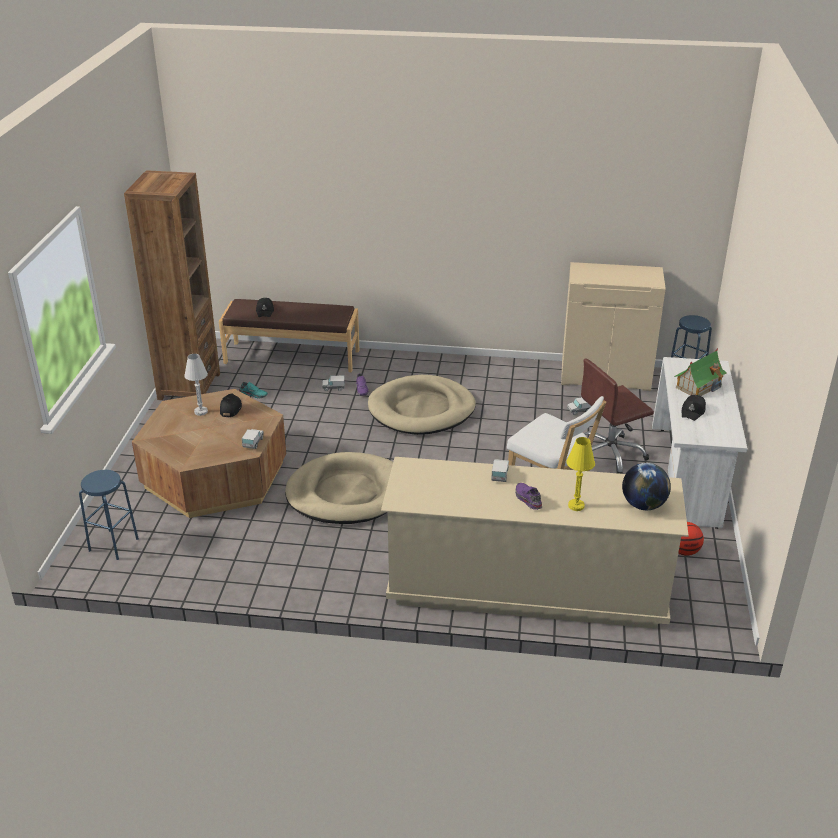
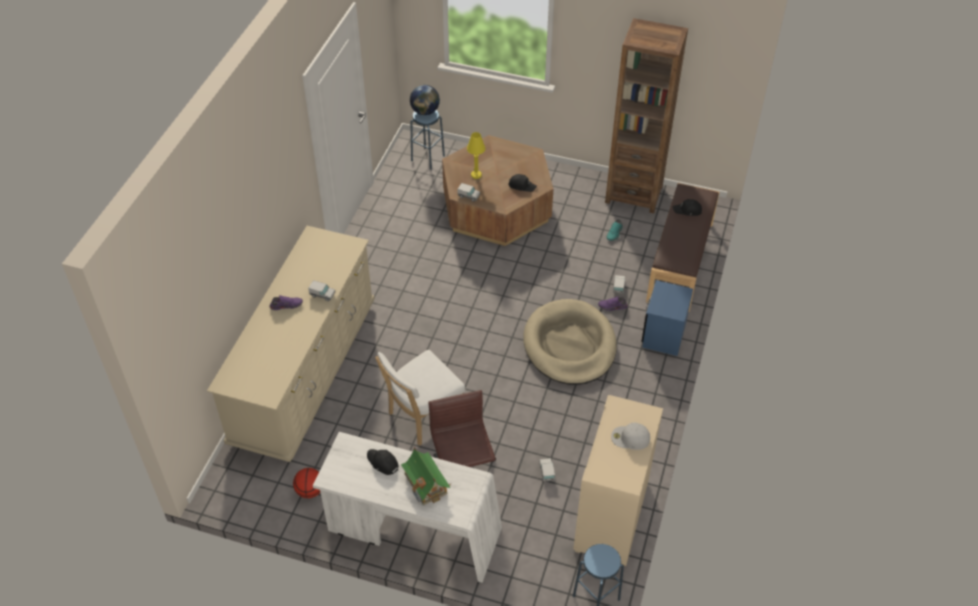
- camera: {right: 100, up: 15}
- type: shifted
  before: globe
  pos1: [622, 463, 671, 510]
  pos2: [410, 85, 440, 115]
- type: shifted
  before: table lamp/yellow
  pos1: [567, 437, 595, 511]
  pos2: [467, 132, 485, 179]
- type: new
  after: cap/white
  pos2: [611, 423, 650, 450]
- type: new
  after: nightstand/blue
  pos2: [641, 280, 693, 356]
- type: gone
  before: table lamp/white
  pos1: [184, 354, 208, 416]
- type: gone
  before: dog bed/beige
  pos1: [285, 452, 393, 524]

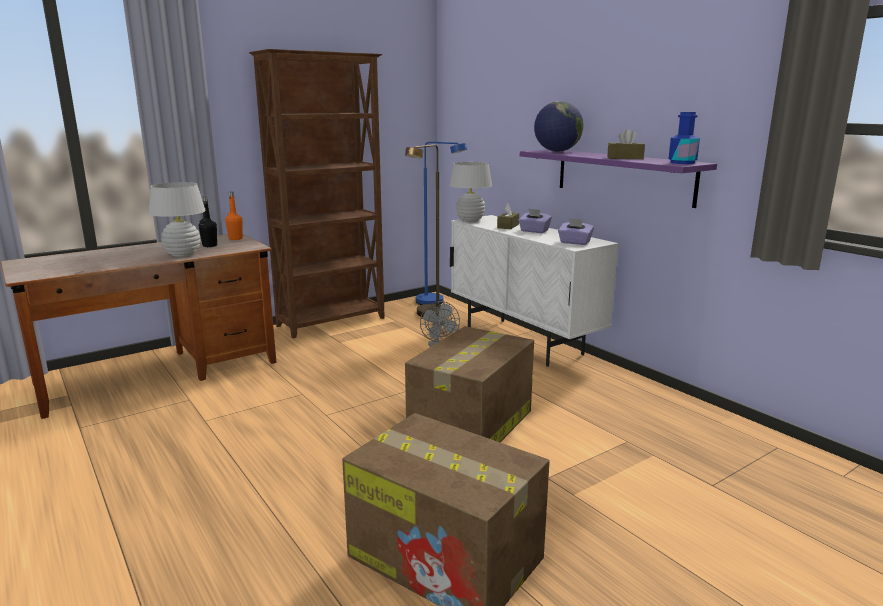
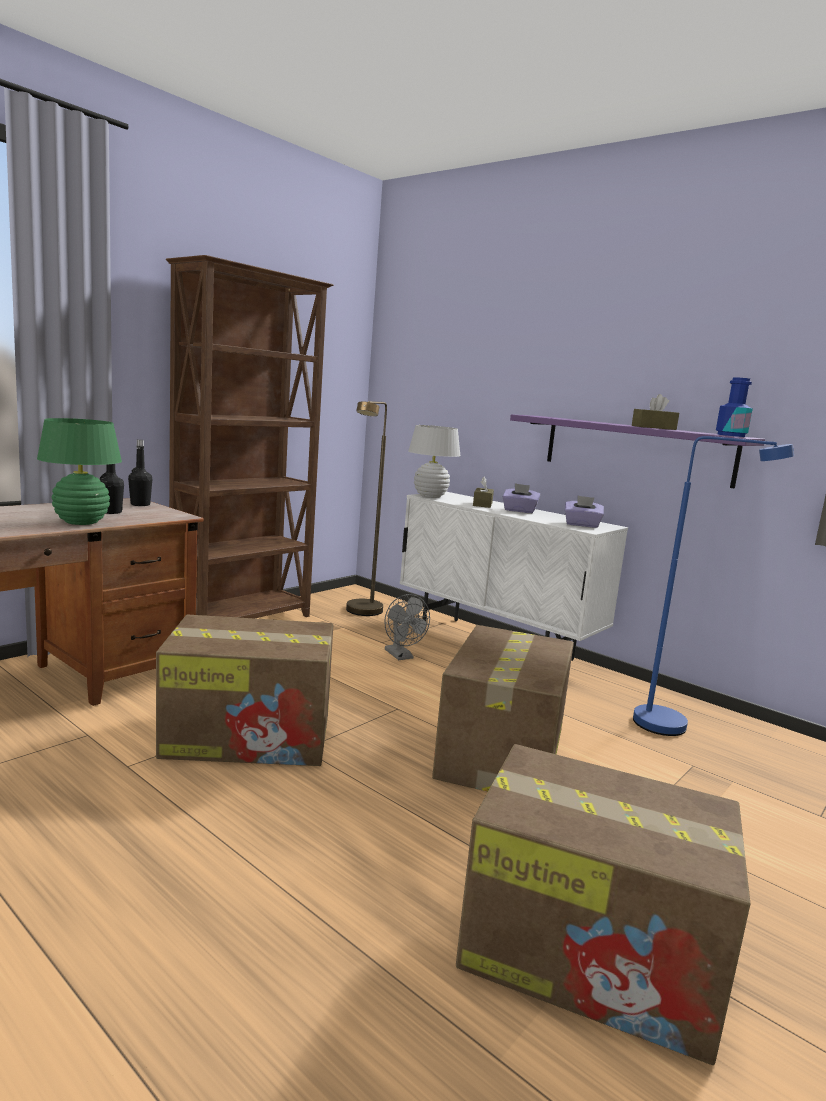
- camera: {right: -15, up: -5}
- type: repainted
  before: table lamp/white
  after: table lamp/green
  pos1: [148, 182, 206, 257]
  pos2: [37, 418, 122, 525]
- type: repainted
  before: bottle/orange
  after: bottle/black
  pos1: [225, 192, 243, 240]
  pos2: [128, 440, 152, 506]
- type: new
  after: cardboard box
  pos2: [156, 614, 333, 766]
- type: shifted
  before: floor lamp/blue
  pos1: [416, 142, 467, 305]
  pos2: [633, 436, 794, 736]
- type: gone
  before: globe
  pos1: [534, 101, 583, 152]

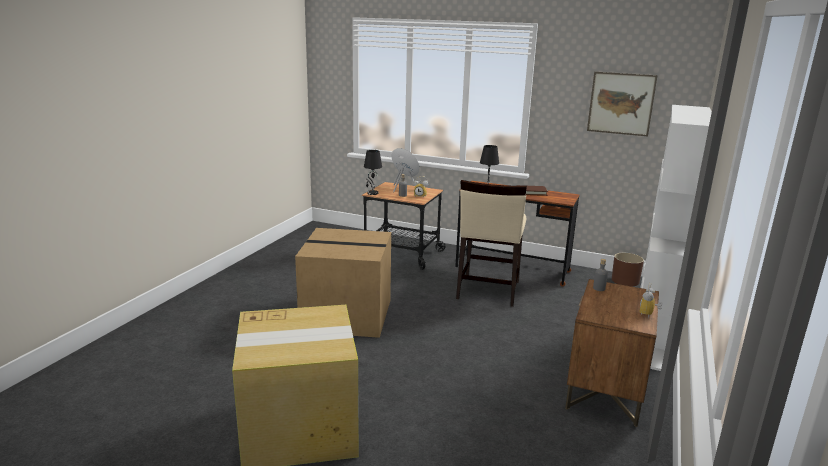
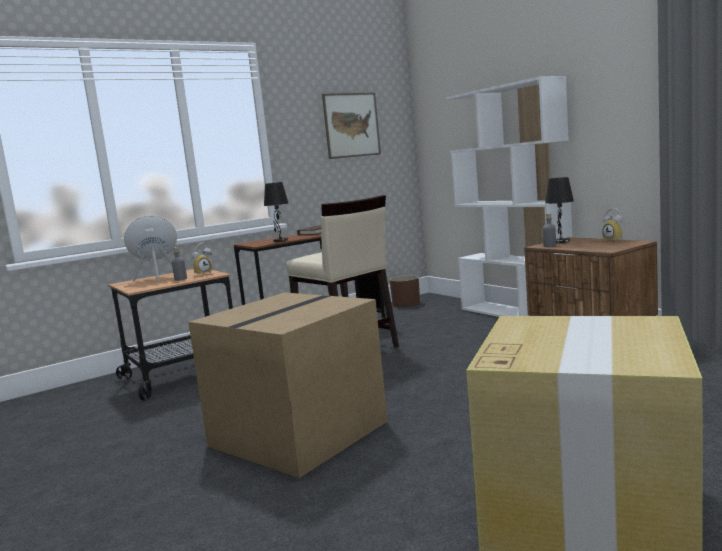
- camera: {right: -55, up: -10}
- type: shifted
  before: table lamp/black
  pos1: [364, 150, 382, 195]
  pos2: [545, 177, 574, 244]

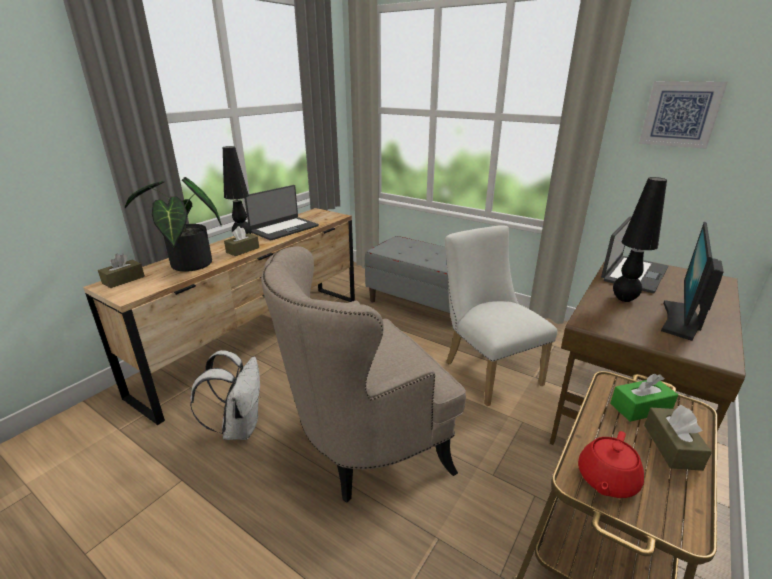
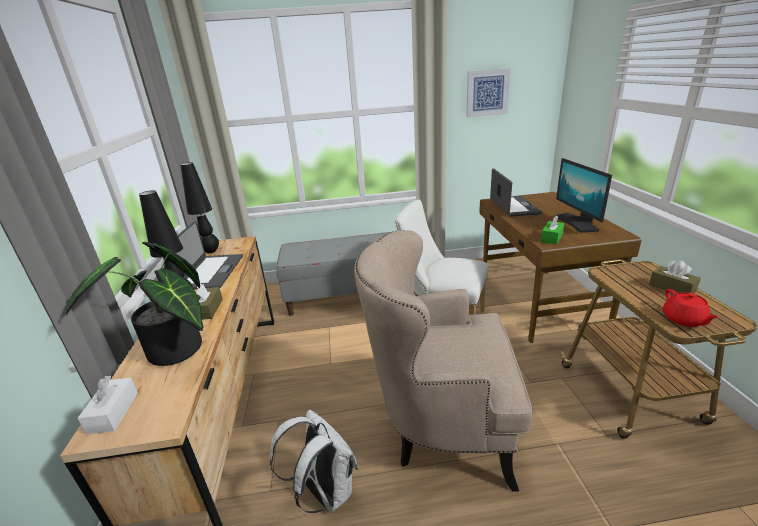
- camera: {right: -40, up: 0}
- type: repainted
  before: tissue box/brown
  after: tissue box/white
  pos1: [98, 253, 145, 288]
  pos2: [78, 376, 138, 434]
- type: shifted
  before: table lamp/black
  pos1: [613, 177, 667, 302]
  pos2: [180, 162, 219, 253]
- type: rotated
  before: armchair/beige
  pos1: [261, 246, 466, 503]
  pos2: [354, 230, 532, 492]
  turn: 75
- type: shifted
  before: tissue box/green
  pos1: [610, 374, 678, 422]
  pos2: [541, 215, 564, 245]

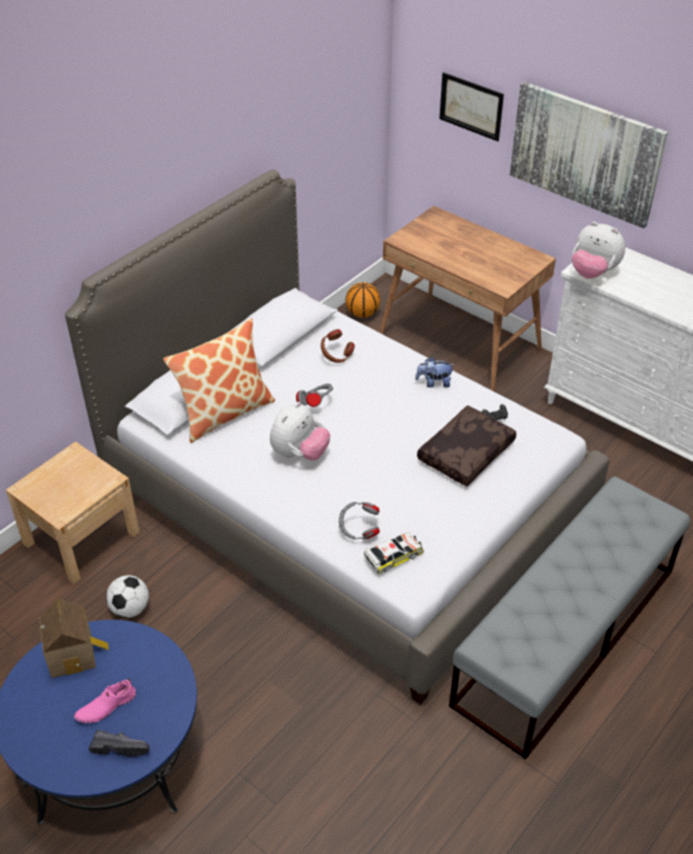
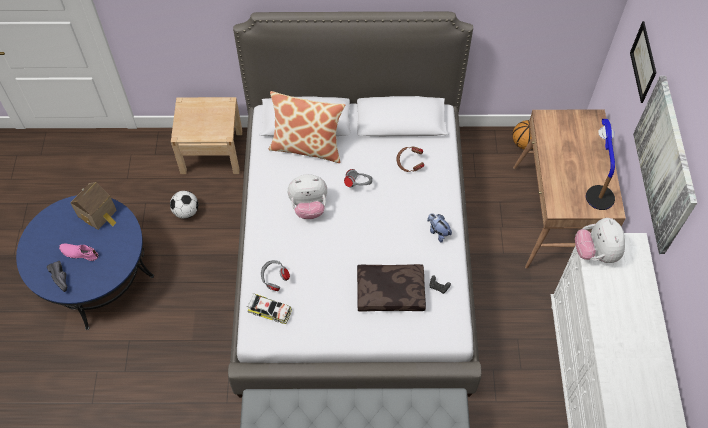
- camera: {right: 50, up: 15}
- type: new
  after: table lamp
  pos2: [586, 119, 615, 210]

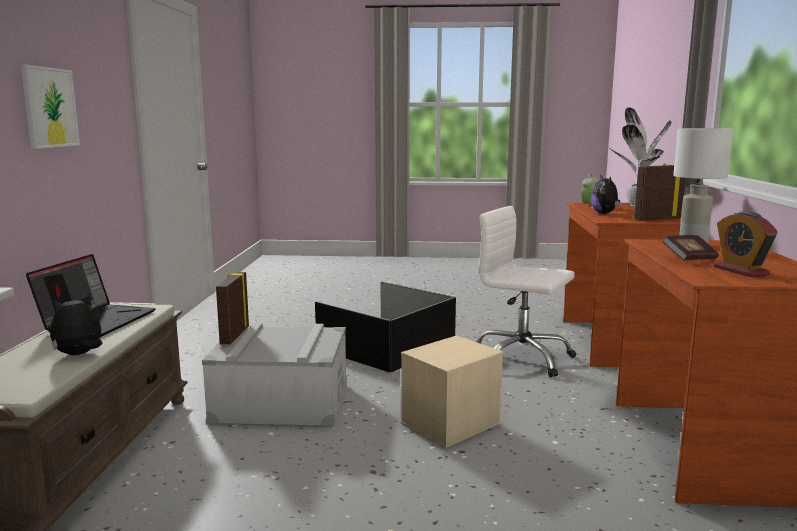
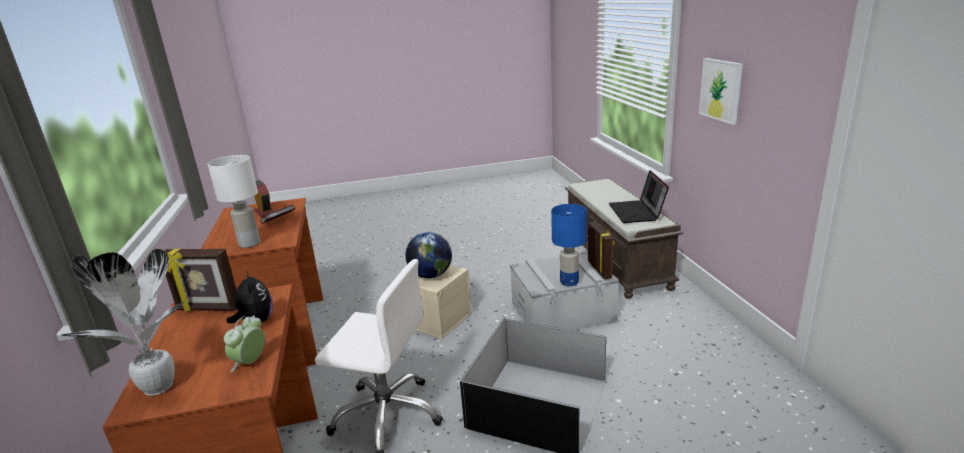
- camera: {right: 165, up: 10}
- type: rotated
  before: picture frame
  pos1: [634, 163, 685, 220]
  pos2: [164, 249, 237, 311]
  turn: 45
- type: new
  after: globe
  pos2: [405, 232, 452, 278]
- type: new
  after: table lamp/blue
  pos2: [551, 204, 587, 286]
- type: gone
  before: plush toy
  pos1: [50, 293, 103, 355]

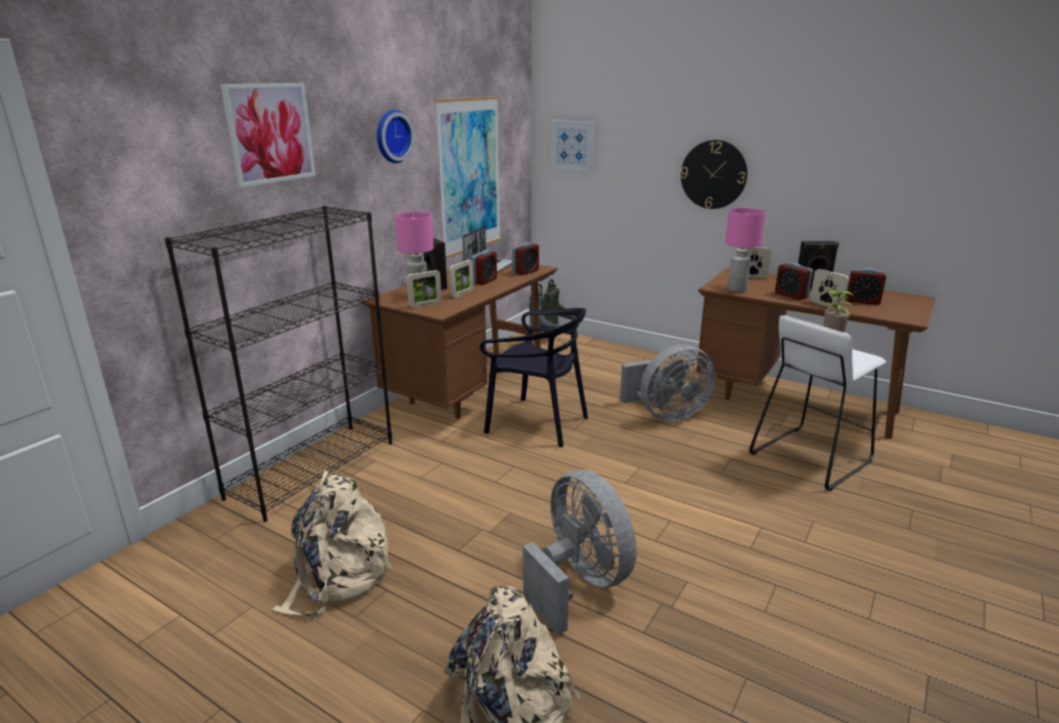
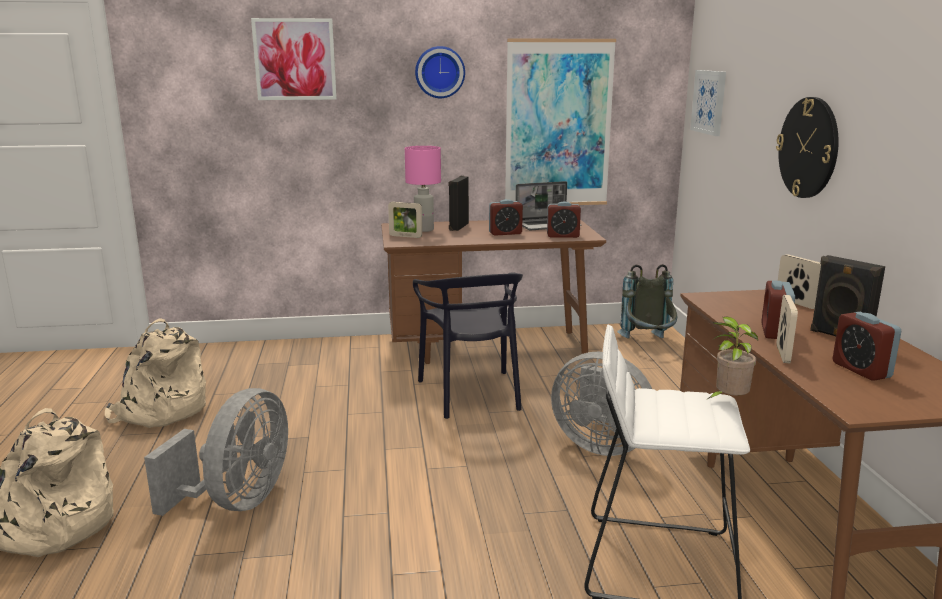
- camera: {right: 50, up: -5}
- type: gone
  before: bookcase/black
  pos1: [165, 206, 392, 522]
- type: gone
  before: picture frame
  pos1: [449, 260, 474, 298]
- type: gone
  before: table lamp/pink
  pos1: [725, 208, 766, 292]

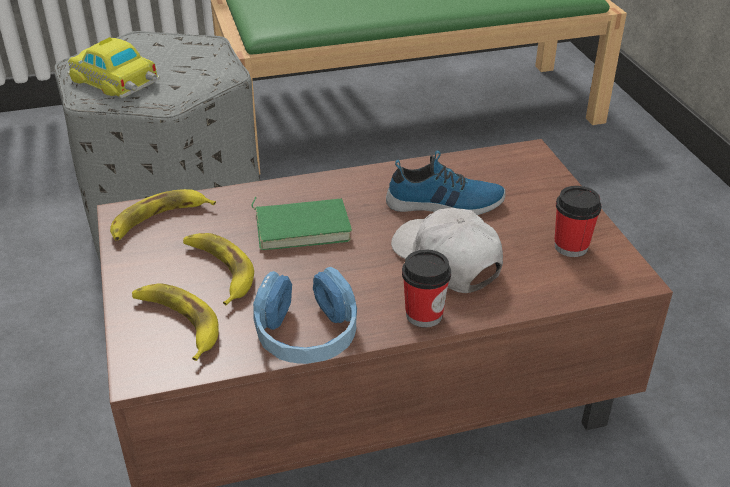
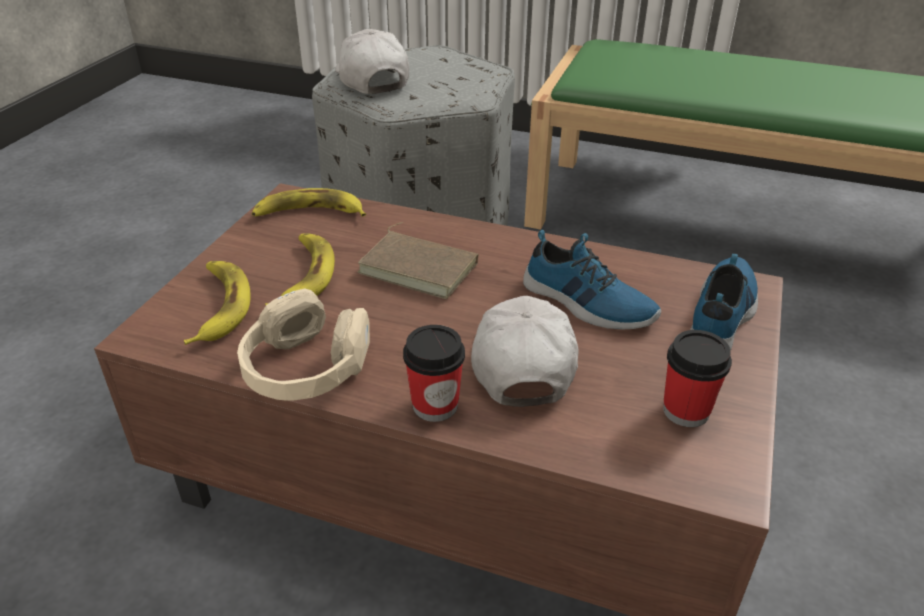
- camera: {right: 35, up: 0}
- type: repainted
  before: headphones/blue
  after: headphones/beige
  pos1: [253, 267, 357, 364]
  pos2: [237, 288, 370, 401]
- type: swapped
  before: toy car
  after: cap/white
  pos1: [68, 37, 160, 98]
  pos2: [335, 29, 409, 94]
- type: repainted
  before: book/green
  after: book/brown
  pos1: [252, 197, 352, 250]
  pos2: [357, 222, 479, 299]
- type: new
  after: shoe
  pos2: [690, 254, 758, 351]

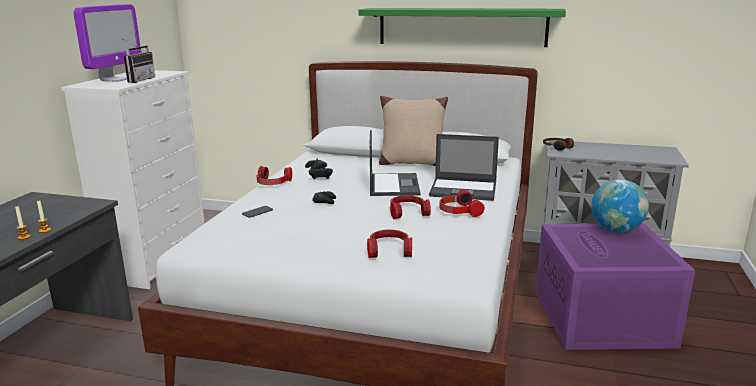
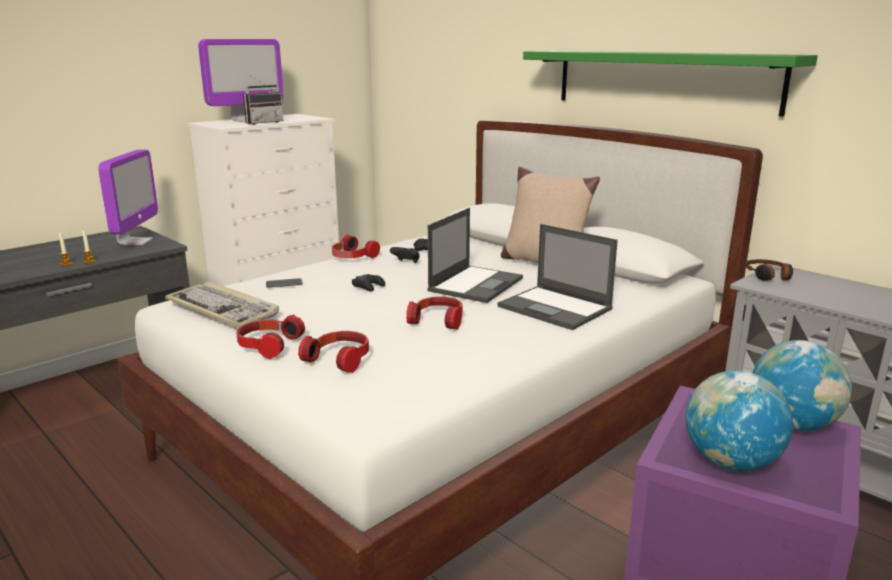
- camera: {right: 30, up: 0}
- type: new
  after: monitor
  pos2: [98, 150, 158, 245]
- type: new
  after: keyboard
  pos2: [165, 281, 279, 328]
- type: shifted
  before: headphones
  pos1: [439, 189, 485, 217]
  pos2: [236, 315, 305, 359]
- type: new
  after: globe
  pos2: [685, 370, 793, 471]

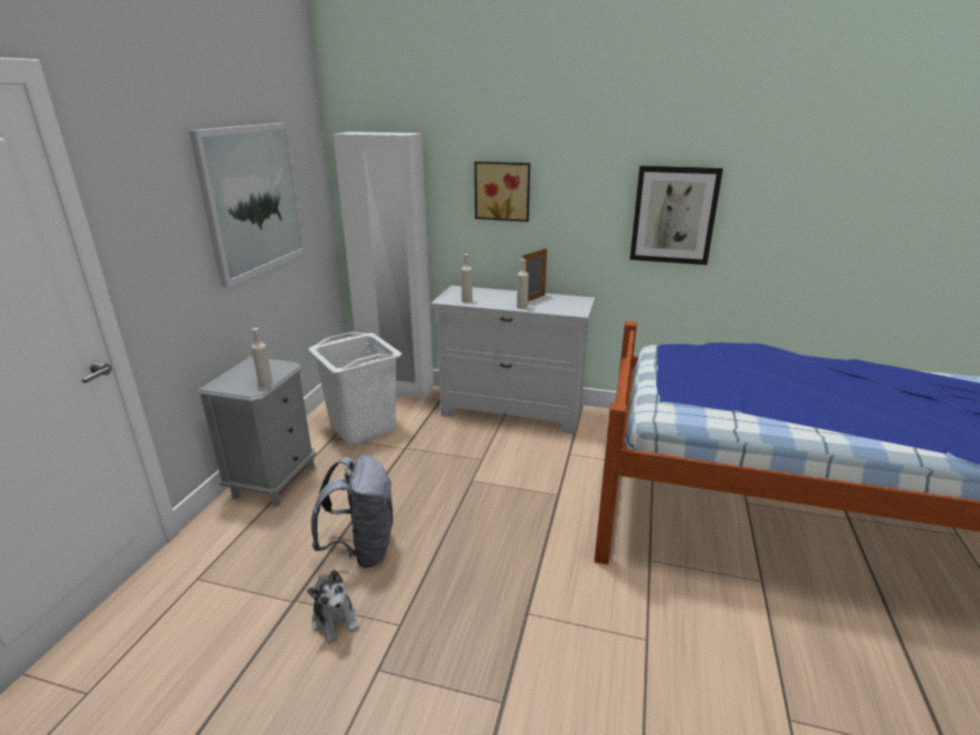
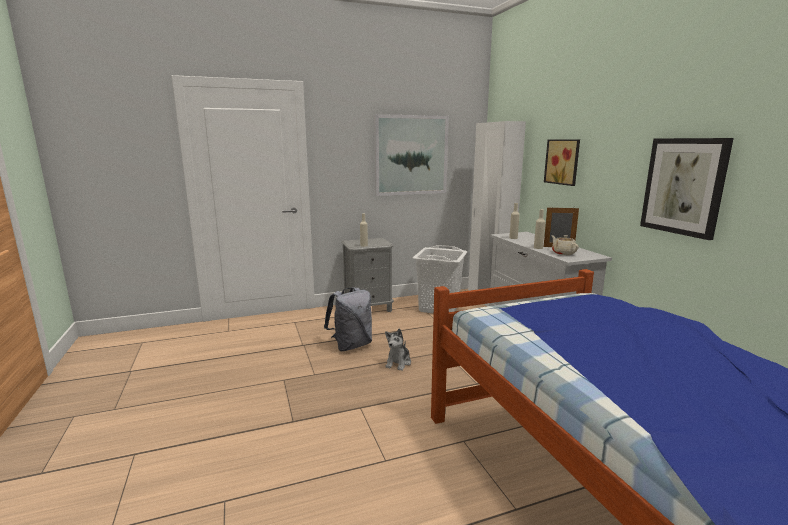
- camera: {right: 55, up: -10}
- type: shifted
  before: plush toy
  pos1: [307, 570, 359, 644]
  pos2: [385, 328, 411, 371]
- type: new
  after: teapot/beige
  pos2: [551, 235, 579, 255]

